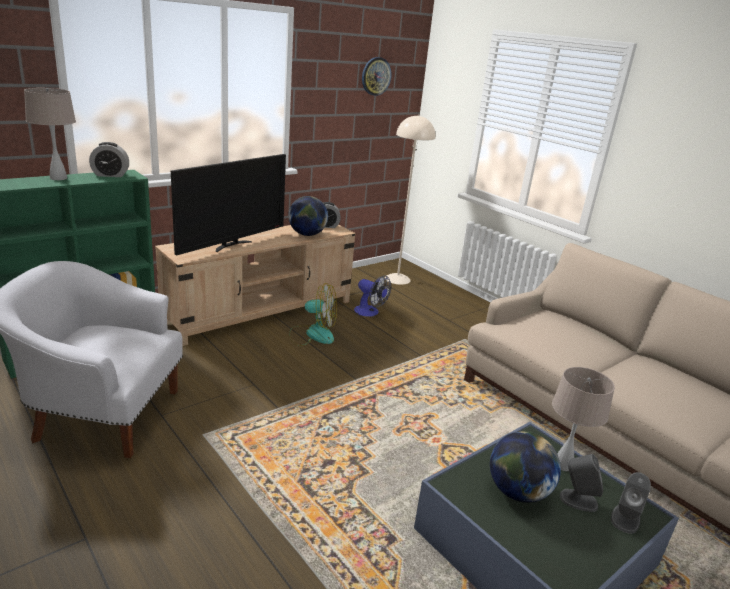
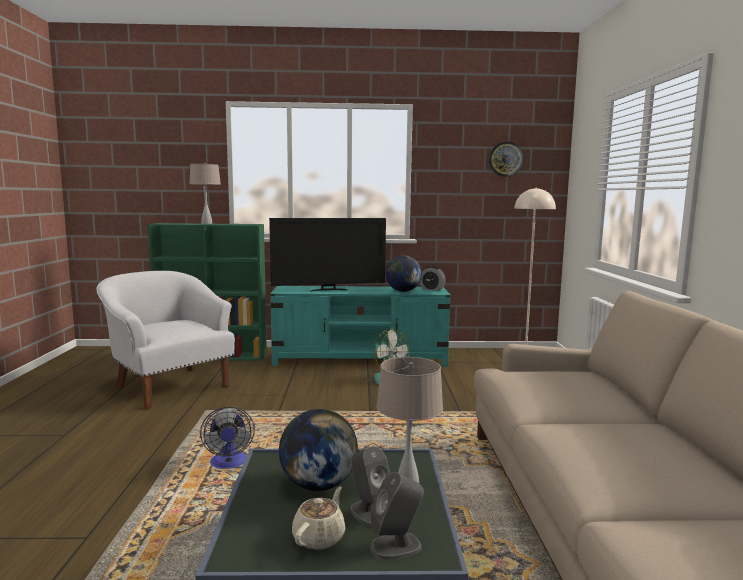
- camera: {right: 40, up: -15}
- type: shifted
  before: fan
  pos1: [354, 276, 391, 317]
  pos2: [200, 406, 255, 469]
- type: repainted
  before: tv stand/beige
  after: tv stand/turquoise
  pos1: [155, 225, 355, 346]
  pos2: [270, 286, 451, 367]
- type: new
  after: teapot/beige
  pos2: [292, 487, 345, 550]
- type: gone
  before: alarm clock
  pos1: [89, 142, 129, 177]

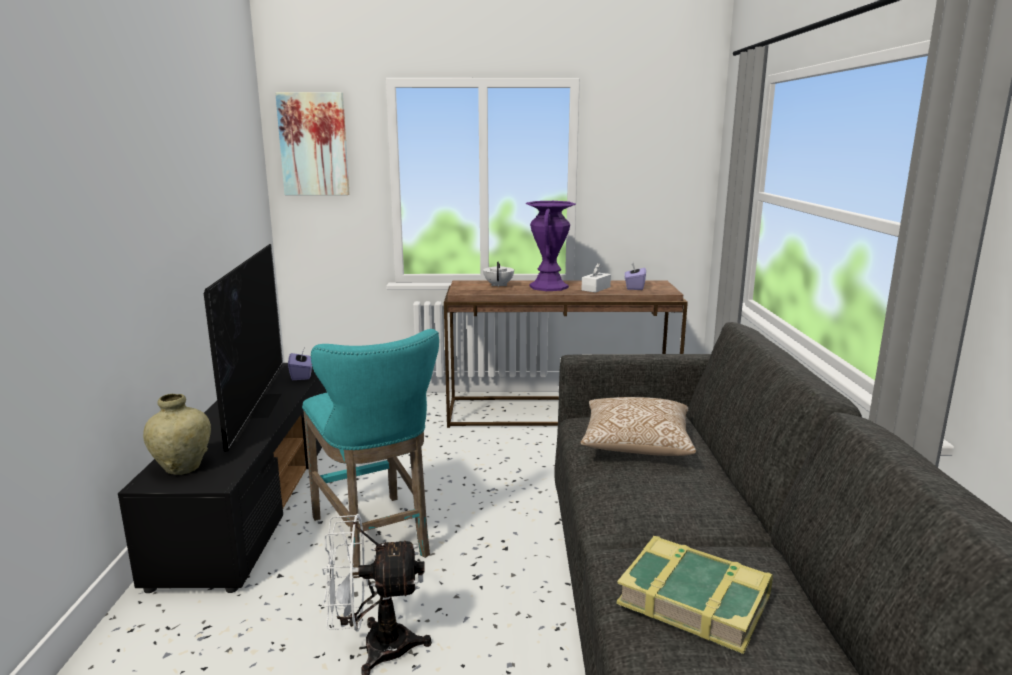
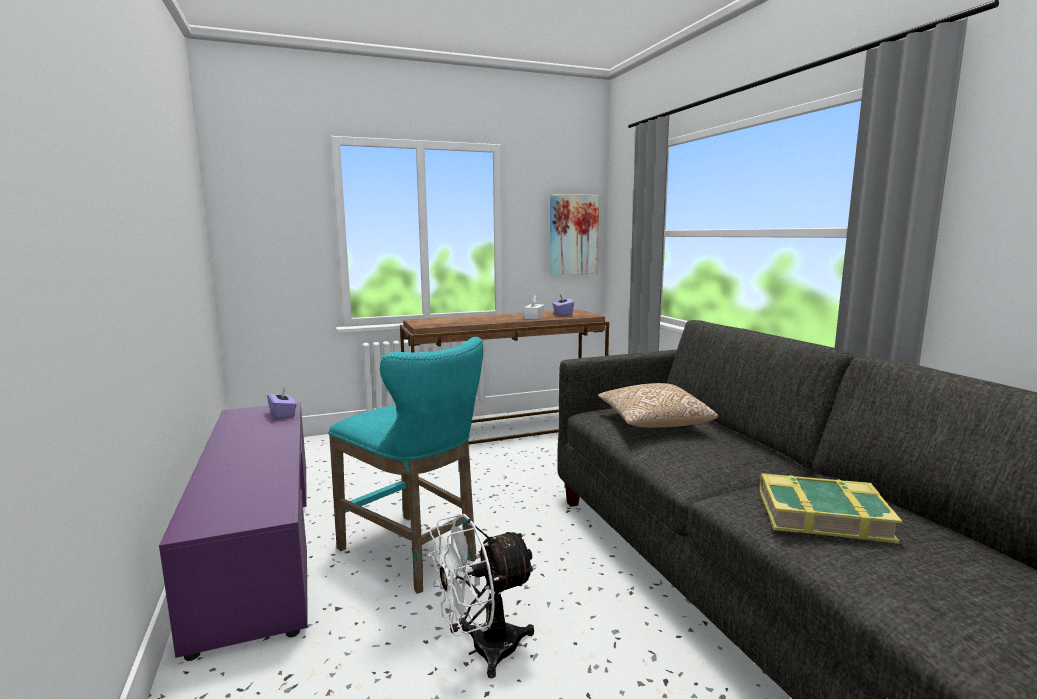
- camera: {right: -20, up: -5}
- type: repainted
  before: tv stand/black
  after: tv stand/purple
  pos1: [118, 363, 327, 593]
  pos2: [159, 402, 308, 661]
- type: shifted
  before: picture
  pos1: [275, 92, 350, 195]
  pos2: [550, 194, 599, 275]
- type: gone
  before: vase/beige
  pos1: [143, 394, 211, 475]
- type: gone
  before: television
  pos1: [204, 244, 283, 451]
- type: gone
  before: teapot/white
  pos1: [483, 262, 514, 287]
- type: gone
  before: vase/purple
  pos1: [525, 201, 576, 291]

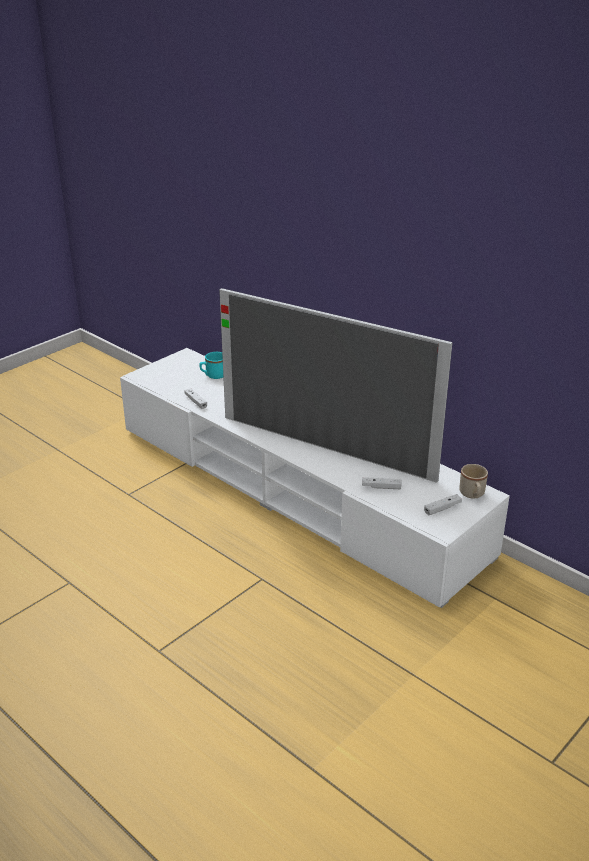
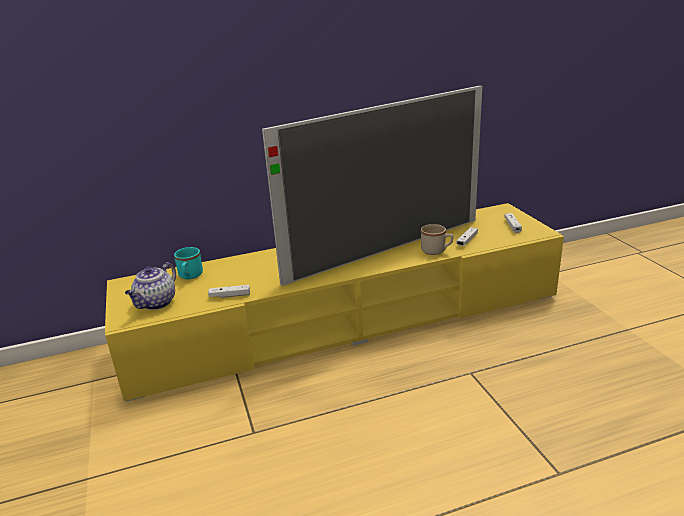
- camera: {right: -60, up: -5}
- type: repainted
  before: tv stand/white
  after: tv stand/yellow
  pos1: [120, 348, 510, 608]
  pos2: [105, 203, 564, 402]
- type: new
  after: teapot
  pos2: [125, 262, 176, 310]
- type: shifted
  before: mug/beige
  pos1: [459, 464, 488, 499]
  pos2: [421, 224, 453, 255]

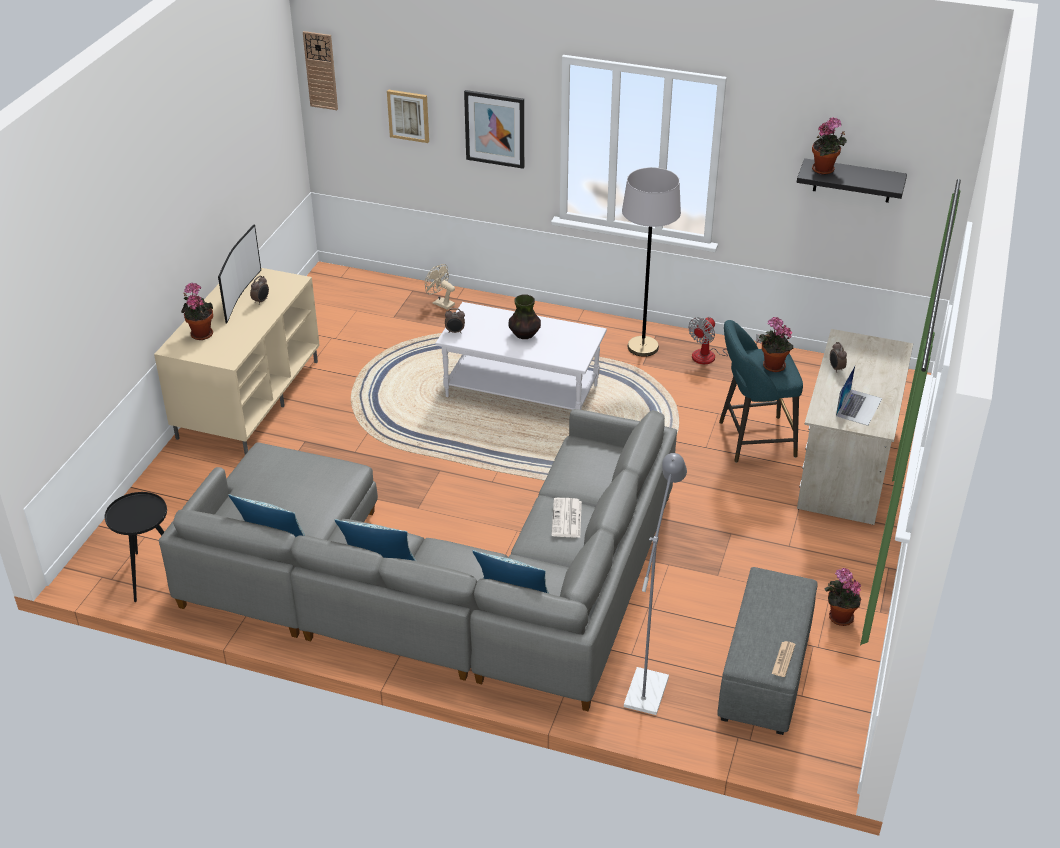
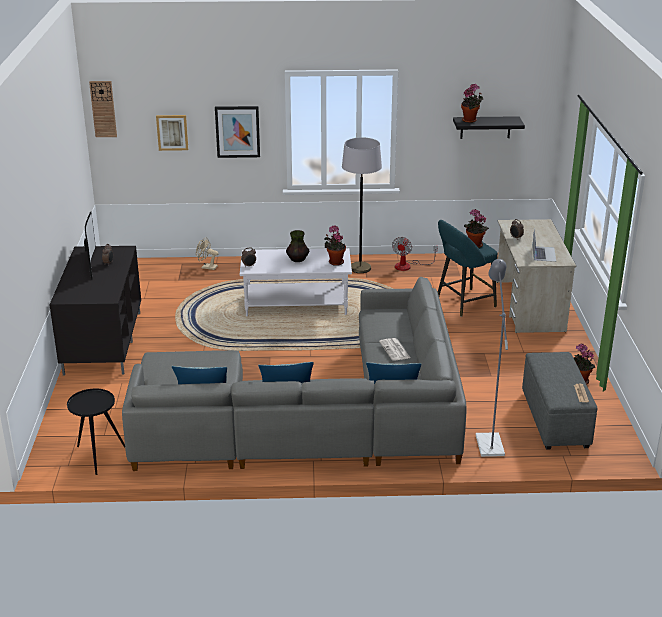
- camera: {right: -20, up: -10}
- type: repainted
  before: tv stand/beige
  after: tv stand/black
  pos1: [154, 268, 320, 455]
  pos2: [49, 246, 141, 376]
- type: shifted
  before: potted plant
  pos1: [181, 283, 213, 340]
  pos2: [324, 225, 346, 266]

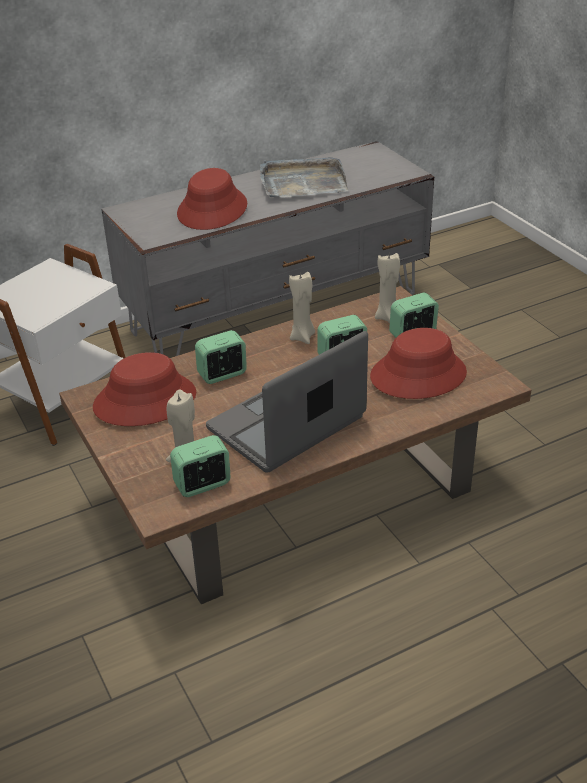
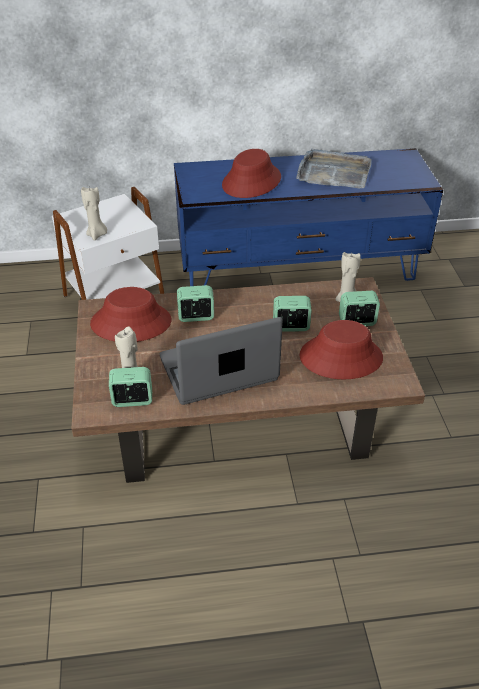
- camera: {right: 20, up: 5}
- type: shifted
  before: candle/beige
  pos1: [289, 272, 315, 344]
  pos2: [81, 187, 107, 241]
- type: repainted
  before: tv stand/grey
  after: tv stand/blue
  pos1: [101, 141, 434, 356]
  pos2: [174, 148, 443, 286]

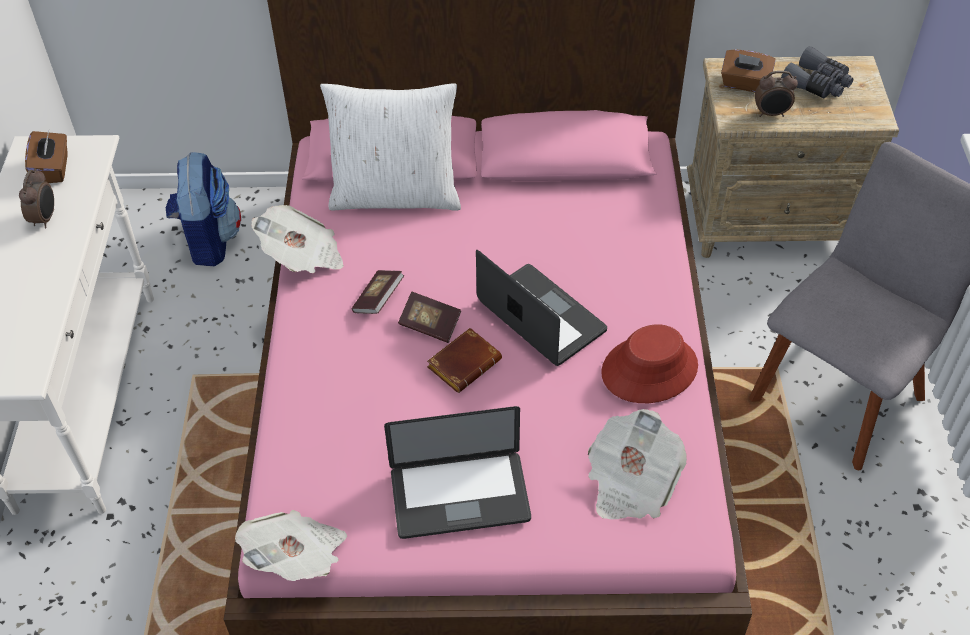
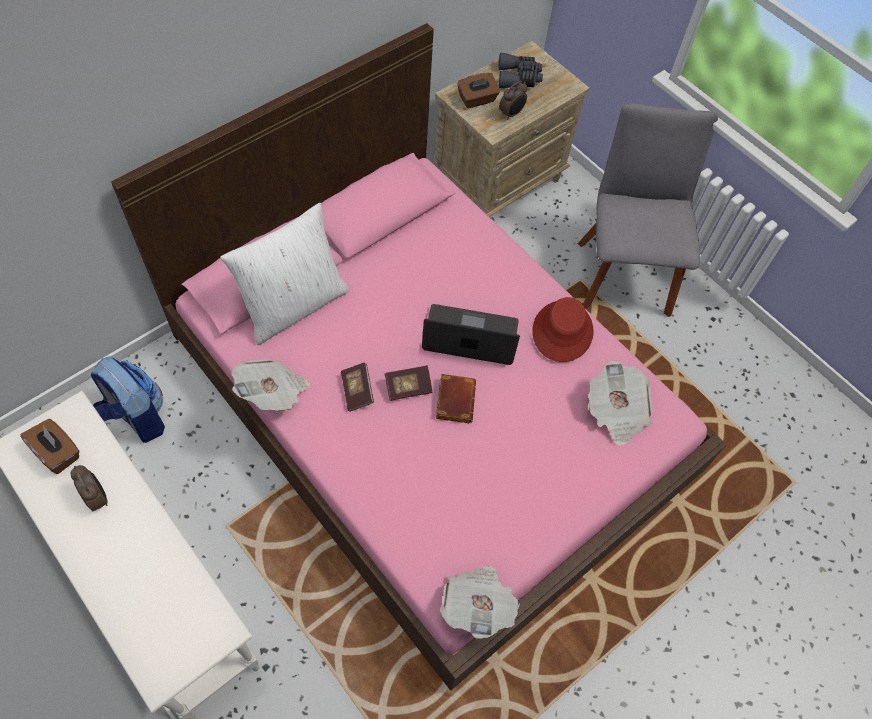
- camera: {right: -45, up: 10}
- type: gone
  before: laptop
  pos1: [384, 406, 531, 539]

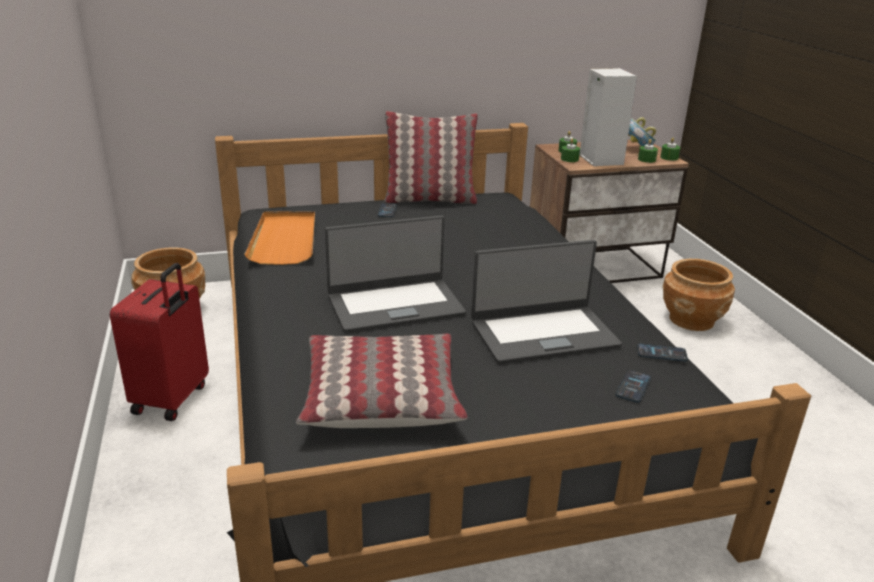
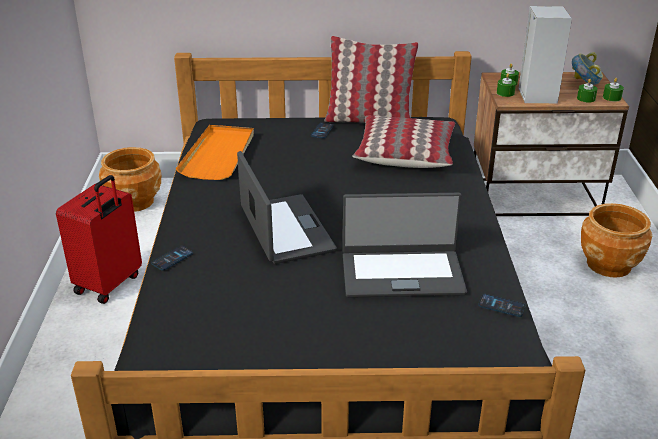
- camera: {right: 15, up: 5}
- type: shifted
  before: phone
  pos1: [615, 370, 651, 403]
  pos2: [151, 246, 193, 271]
- type: rotated
  before: laptop
  pos1: [325, 215, 466, 333]
  pos2: [237, 151, 337, 264]
  turn: -105
- type: shifted
  before: pillow
  pos1: [296, 334, 468, 428]
  pos2: [353, 115, 455, 168]

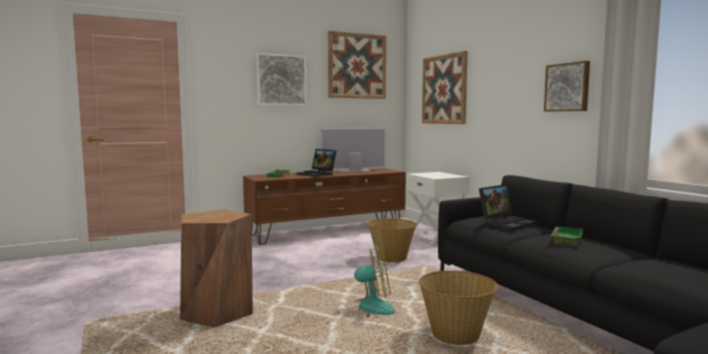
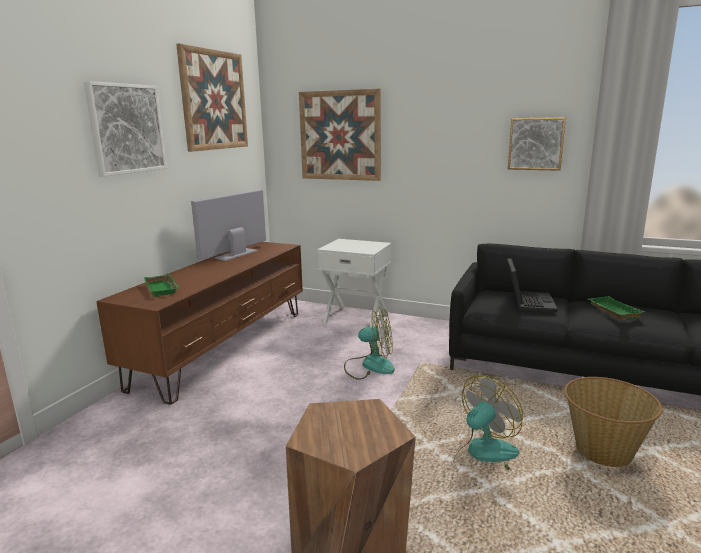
- camera: {right: -40, up: 10}
- type: swapped
  before: basket
  after: fan
  pos1: [367, 218, 417, 263]
  pos2: [344, 307, 395, 380]
- type: gone
  before: laptop
  pos1: [296, 149, 337, 177]

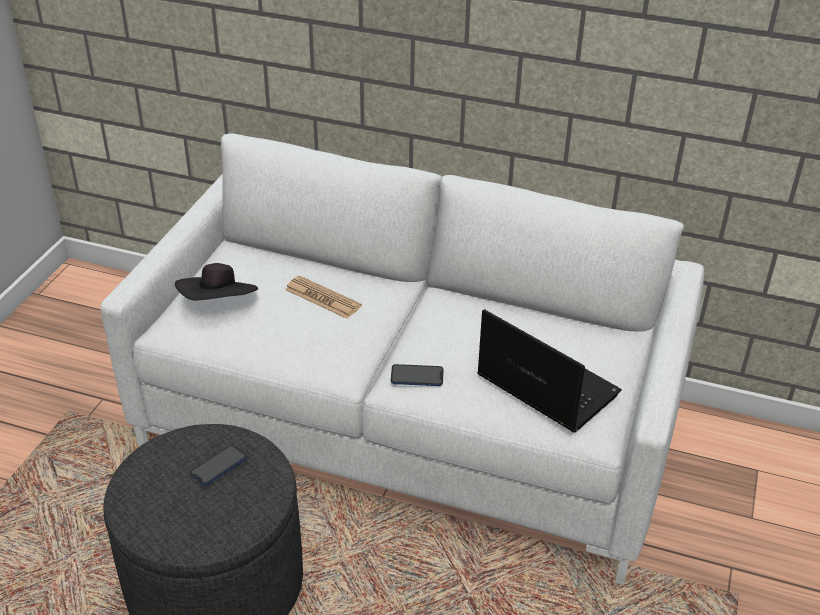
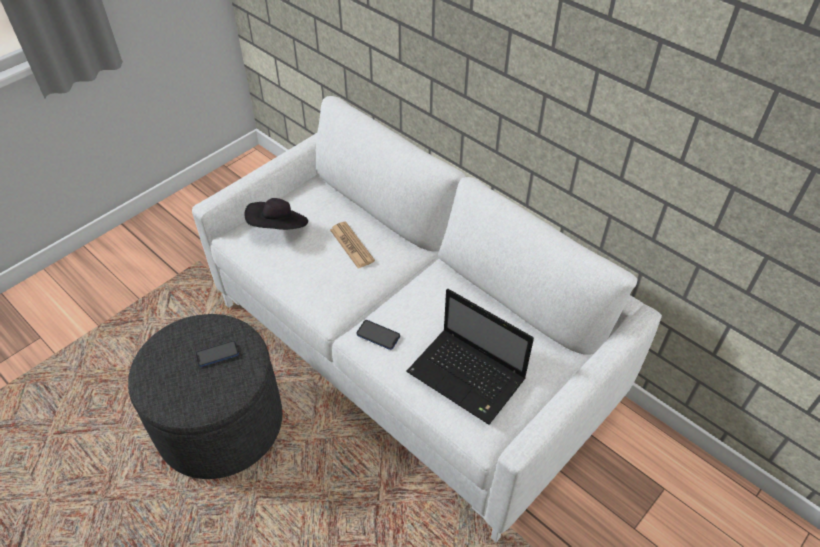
- camera: {right: 25, up: 10}
- type: rotated
  before: laptop
  pos1: [477, 309, 622, 432]
  pos2: [406, 289, 534, 425]
  turn: 150

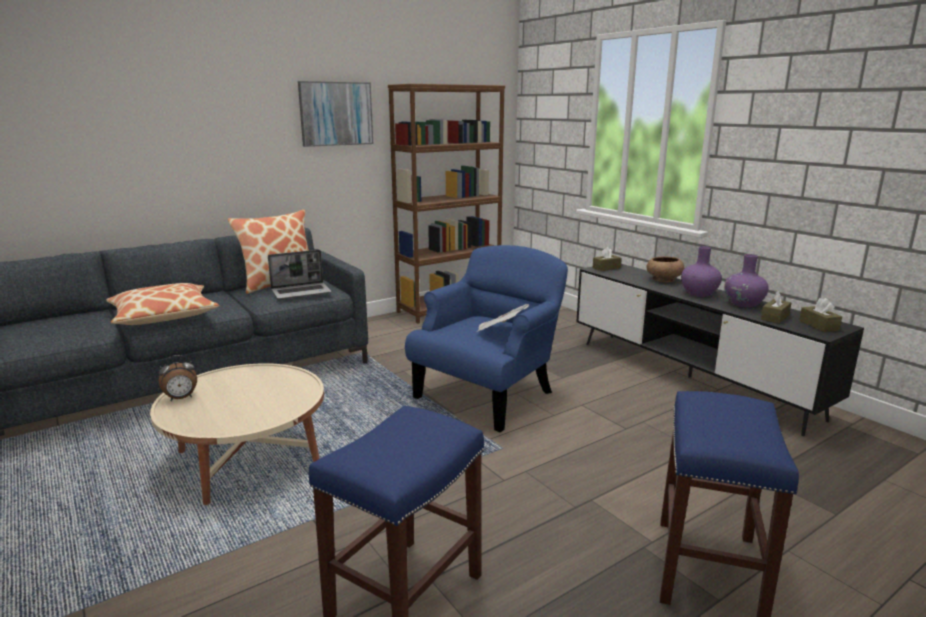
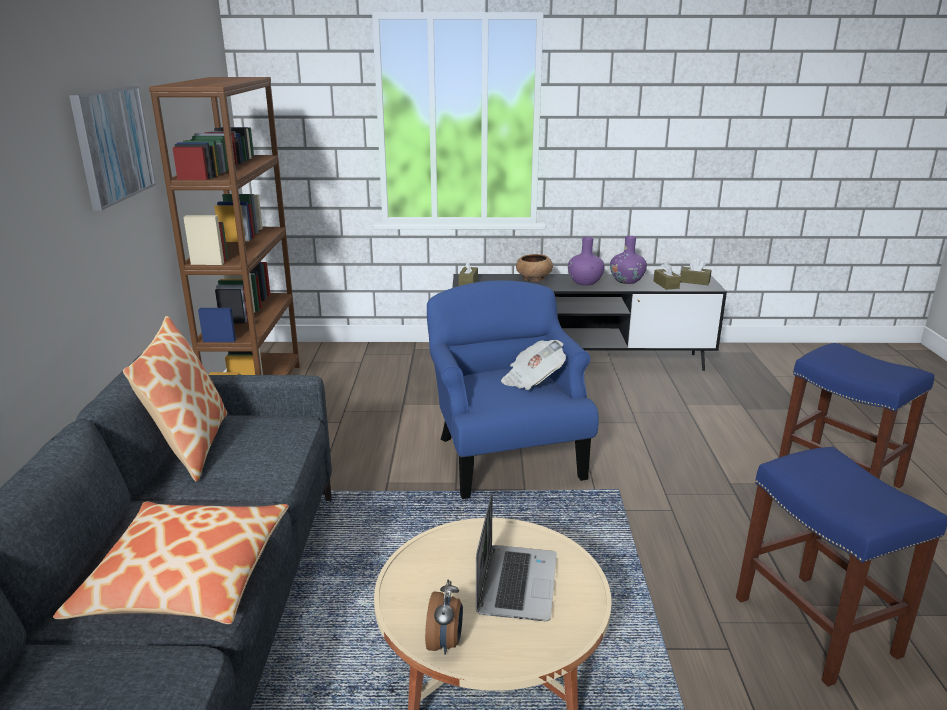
- camera: {right: -55, up: 5}
- type: shifted
  before: laptop
  pos1: [268, 250, 332, 299]
  pos2: [476, 493, 557, 621]

